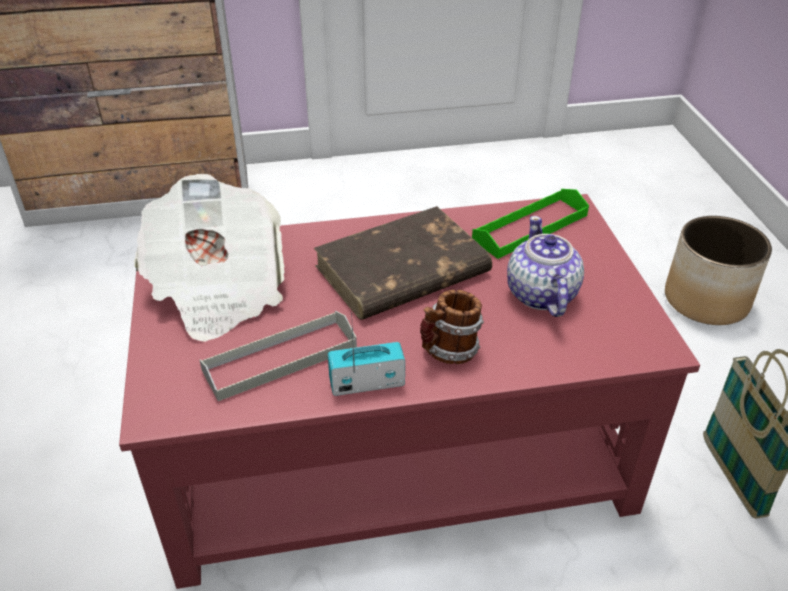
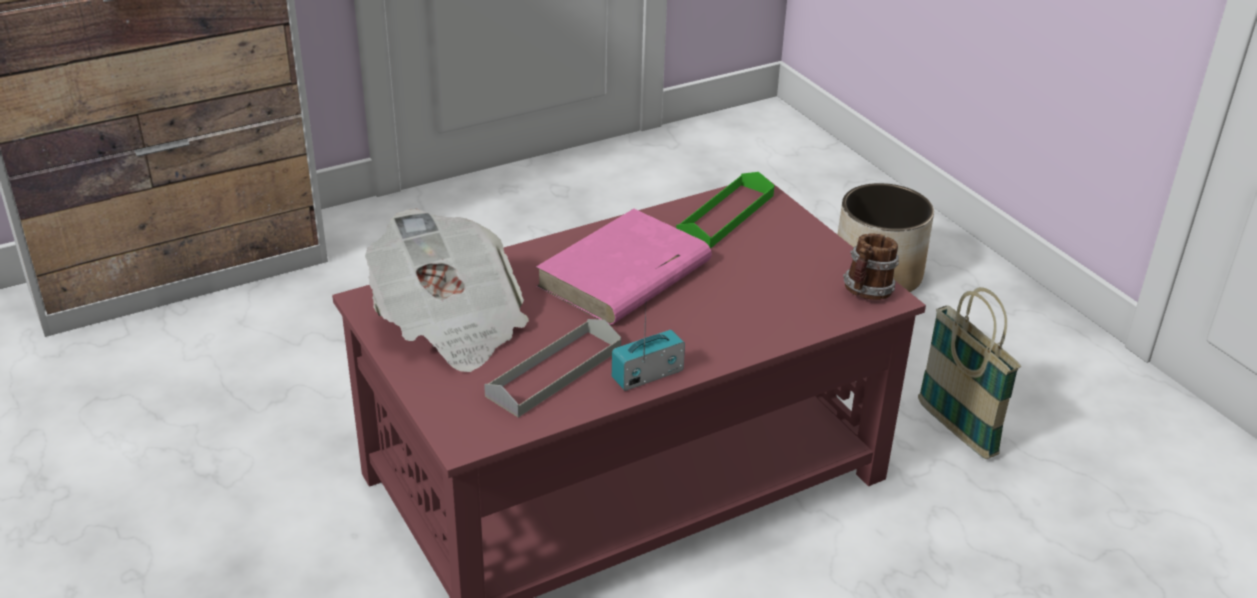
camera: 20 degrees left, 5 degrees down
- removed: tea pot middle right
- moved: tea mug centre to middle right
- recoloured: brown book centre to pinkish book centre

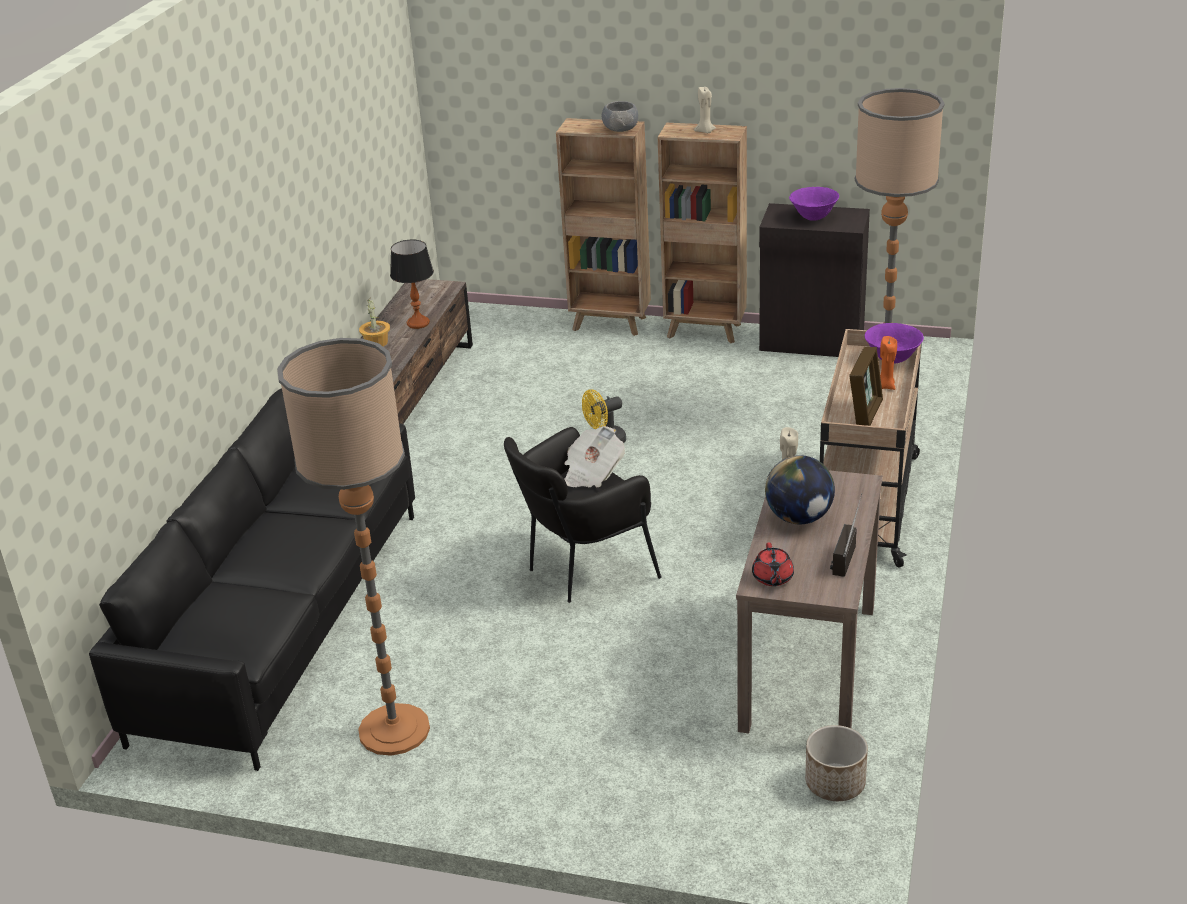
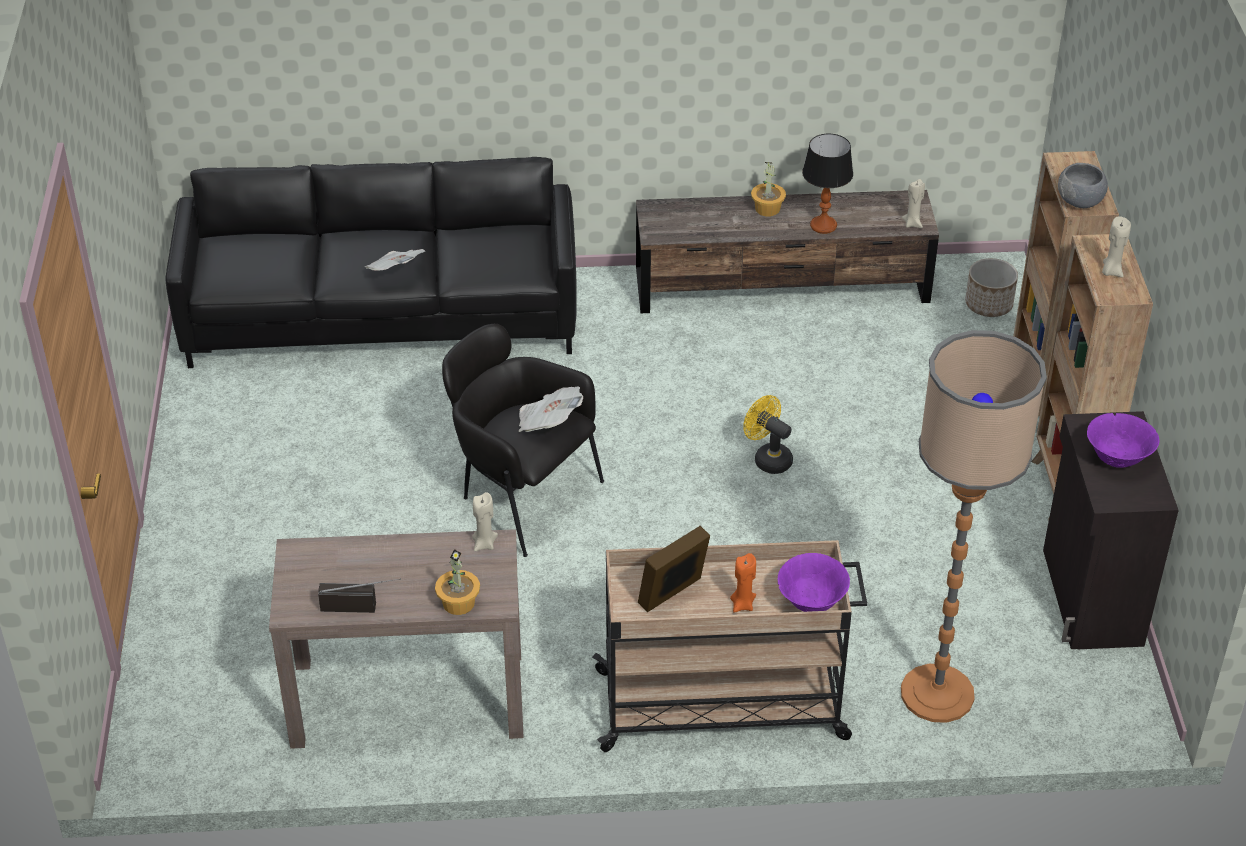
camera: 70 degrees right, 10 degrees up
- removed: floor lamp (1st from left) middle left
- removed: red-coloured tea pot centre
- removed: desk globe middle right
- added: printed paper (1st from left) top left
- added: plant in a pot (1st from left) bottom centre
- added: beige wax light (2nd from left) top right
- moved: plant pot bottom right to middle right
- turned: photo frame middle right = bottom centre 135 degrees clockwise

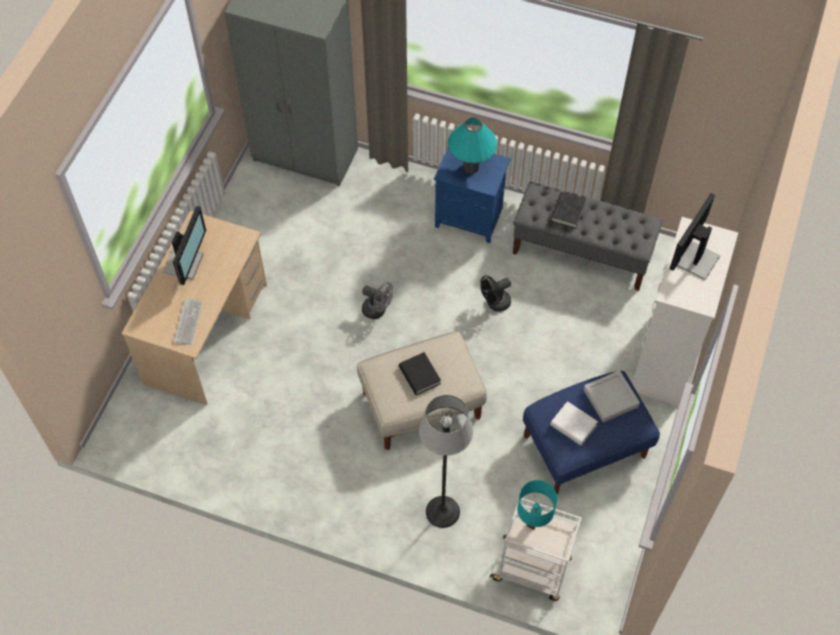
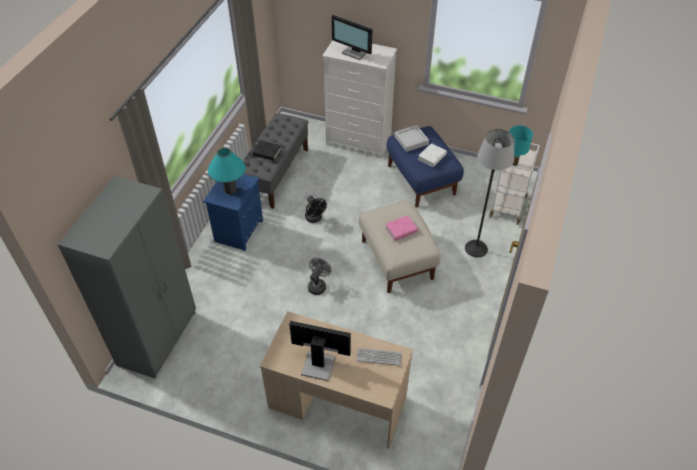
camera: 90 degrees left, 10 degrees down
- recoloured: black-coloured book (1st from left) centre to pinkish book centre

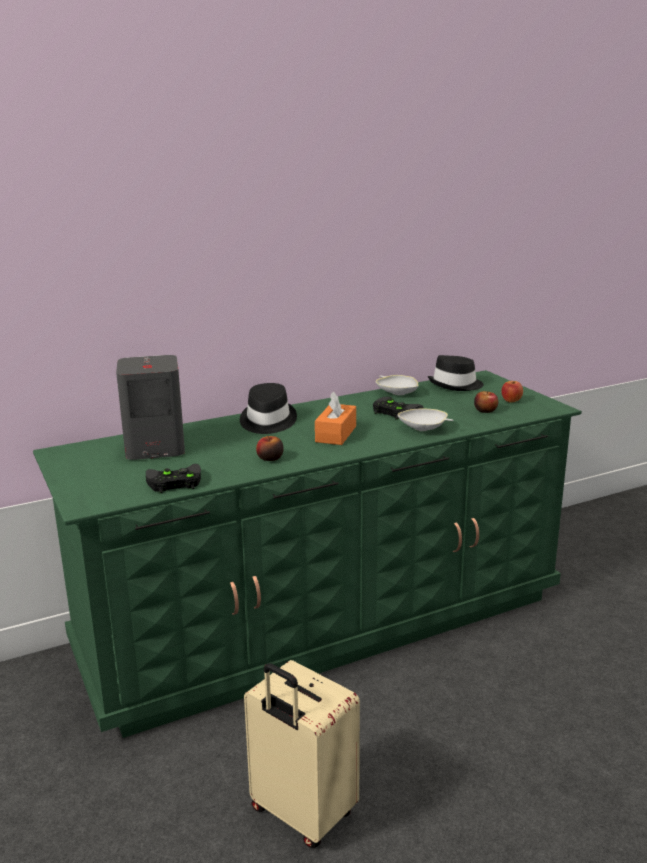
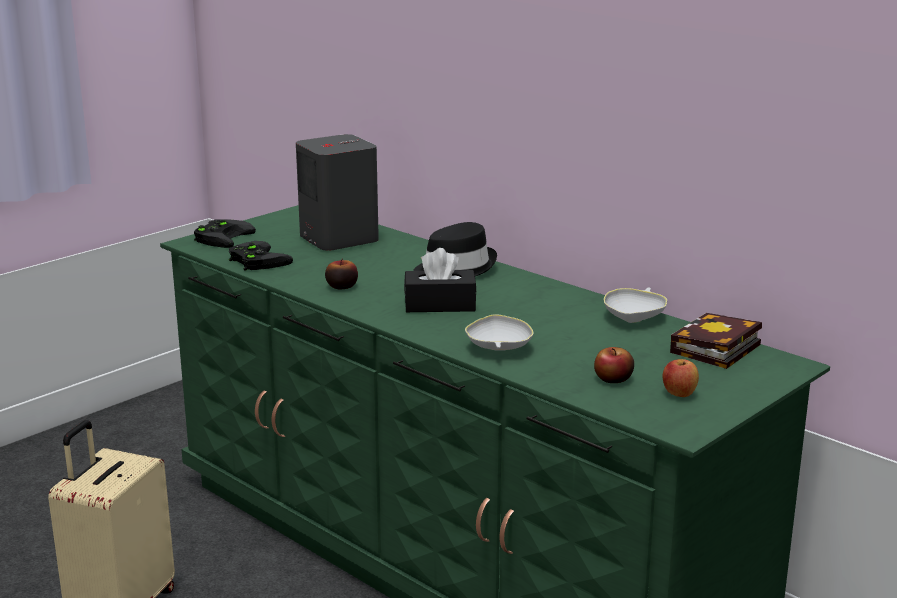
camera: 70 degrees right, 0 degrees up
- moved: black-coloured gamepad (2nd from left in the first image) centre to black-coloured gamepad (1st from left) middle left
- replaced: black-coloured hat (2nd from left) middle right to book middle right
- recoloured: orange-coloured box of tissues centre to black-coloured box of tissues centre

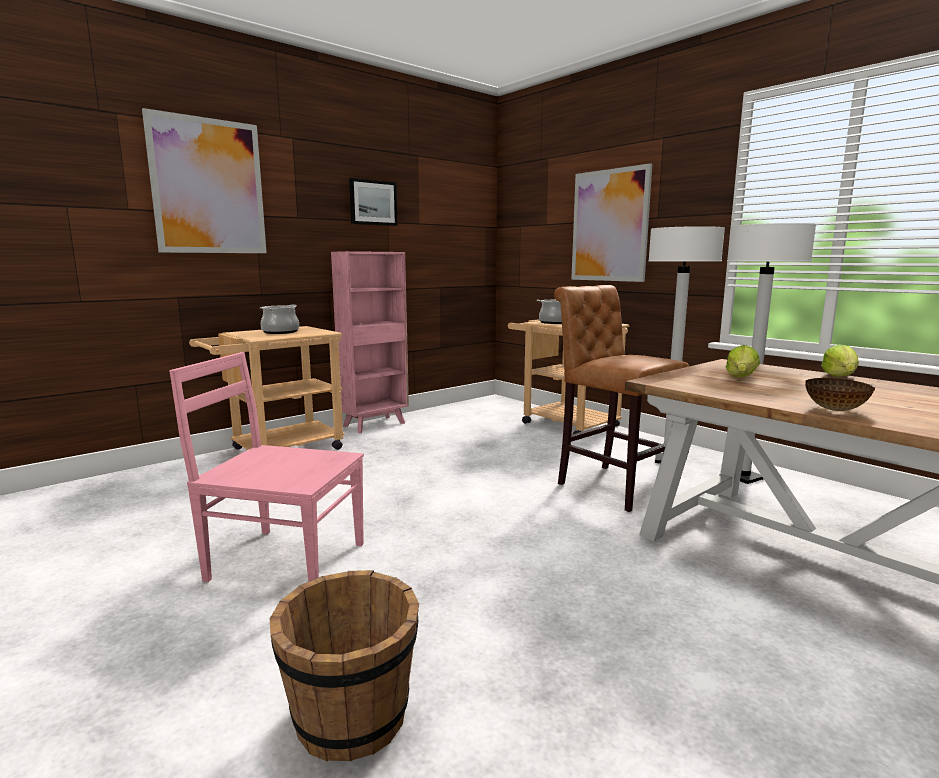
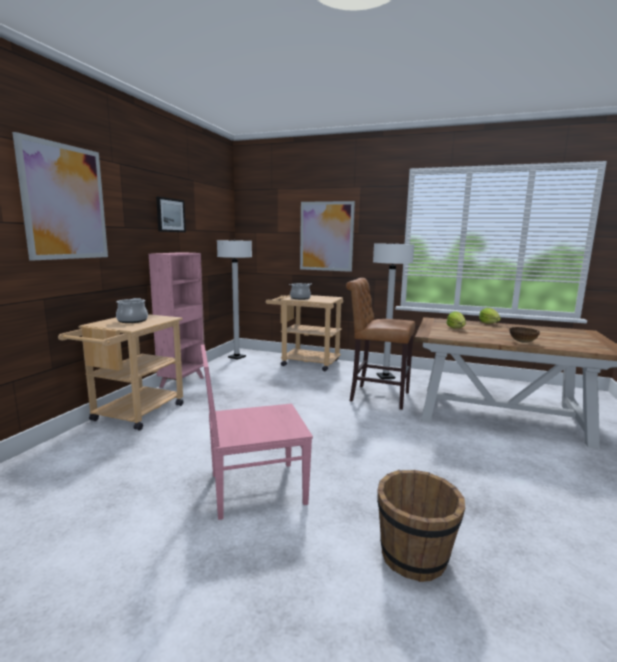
camera: 30 degrees left, 0 degrees up
- moved: white floor lamp (2nd from left in the first image) middle right to white floor lamp (1st from left) centre

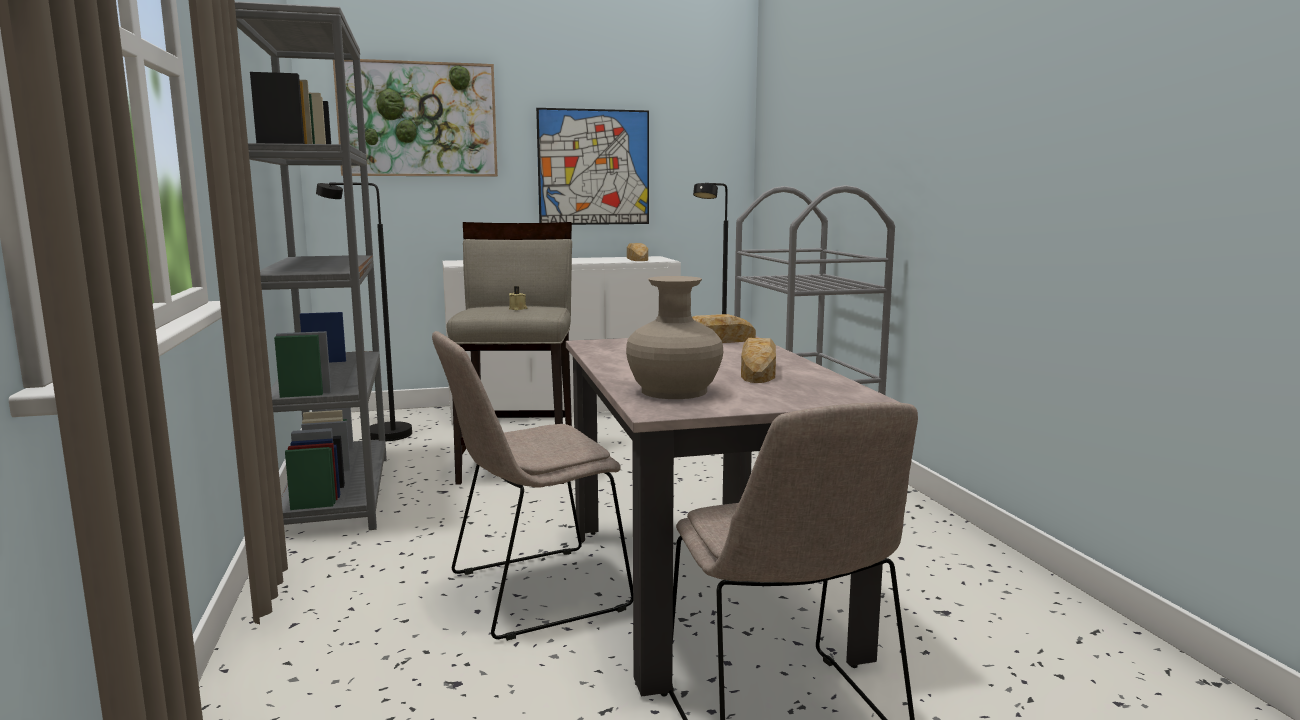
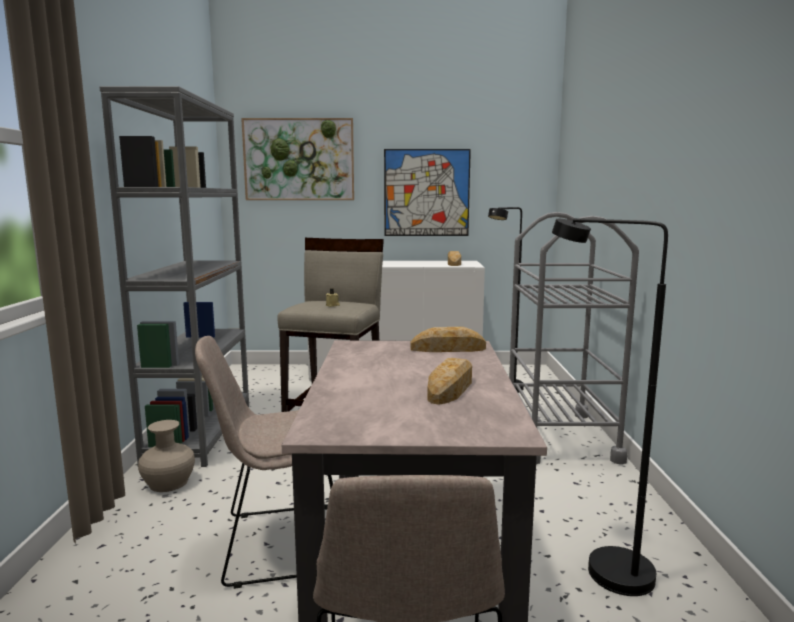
camera: 15 degrees right, 0 degrees up
- moved: black-coloured floor lamp (1st from left in the first image) middle left to black-coloured floor lamp (2nd from left) middle right
- moved: beige flower vase centre to bottom left

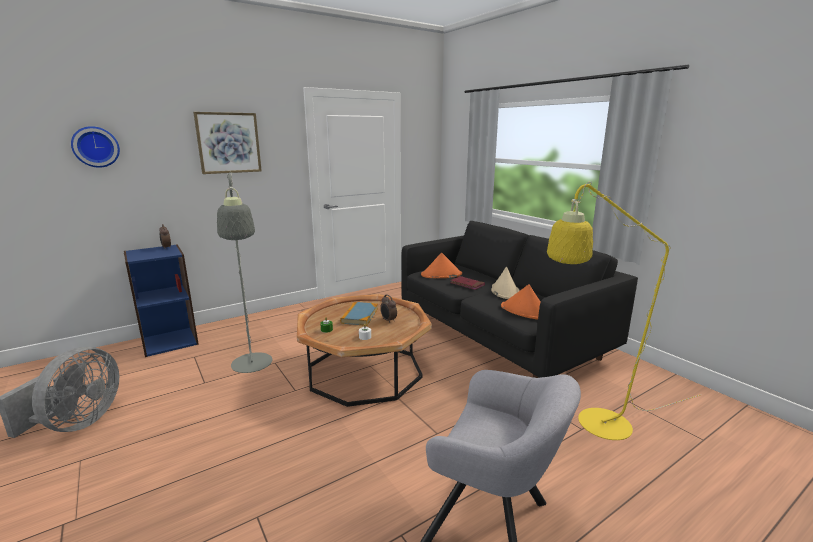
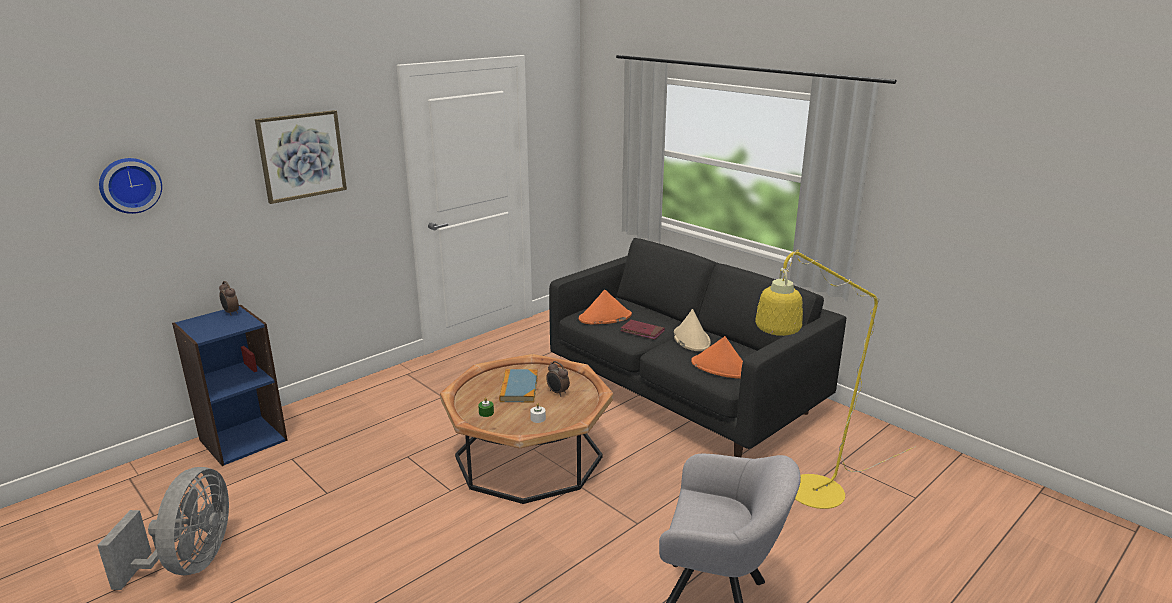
camera: 10 degrees left, 5 degrees up
- removed: gray floor lamp middle left

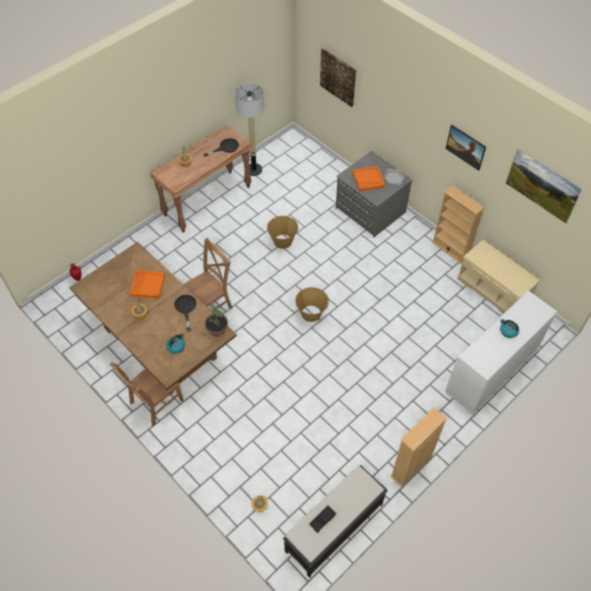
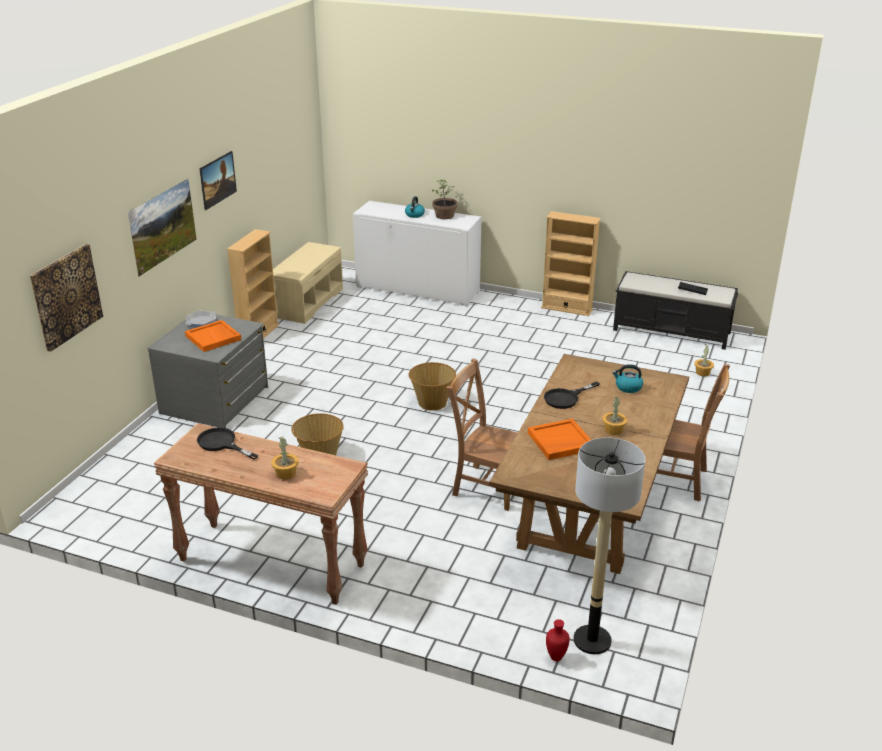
camera: 115 degrees left, 25 degrees down
- moved: plant in a pot (3rd from left in the first image) centre to plant in a pot (2nd from left) top centre
- moved: floor lamp top centre to bottom right
- moved: picture (3rd from left in the first image) top right to picture (2nd from left) top left

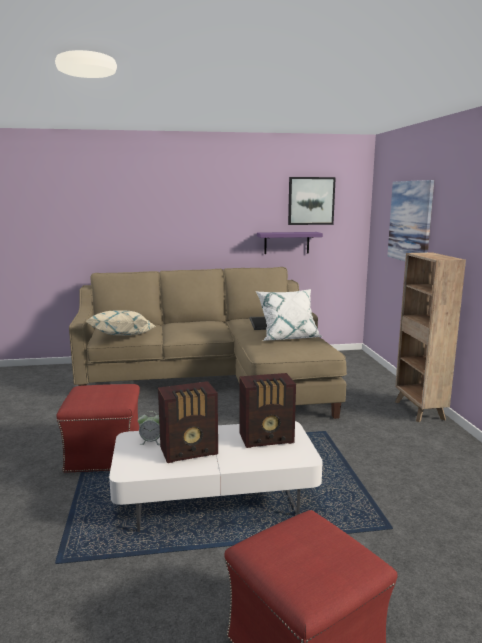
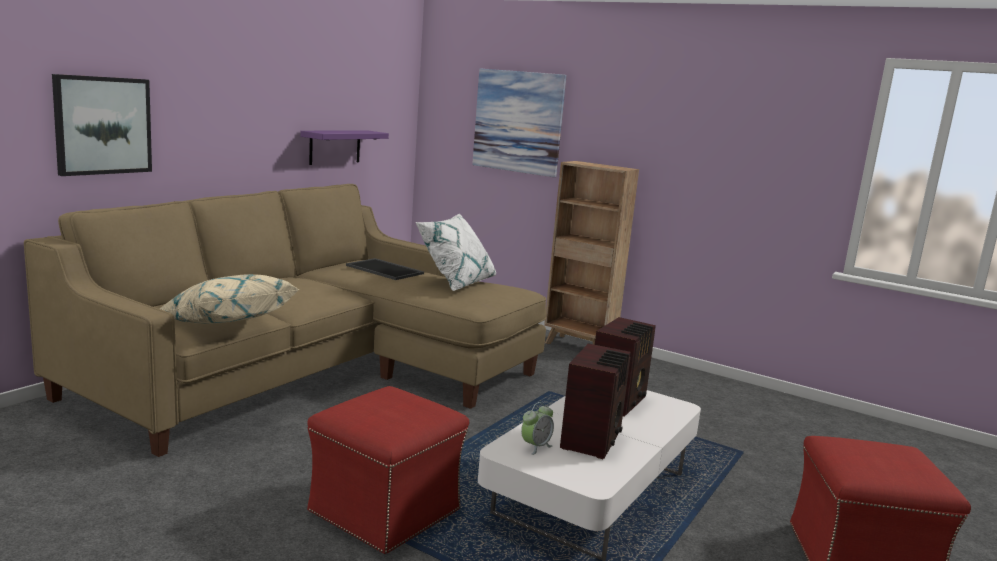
camera: 50 degrees left, 0 degrees up
- moved: picture (1st from left) top centre to top left

